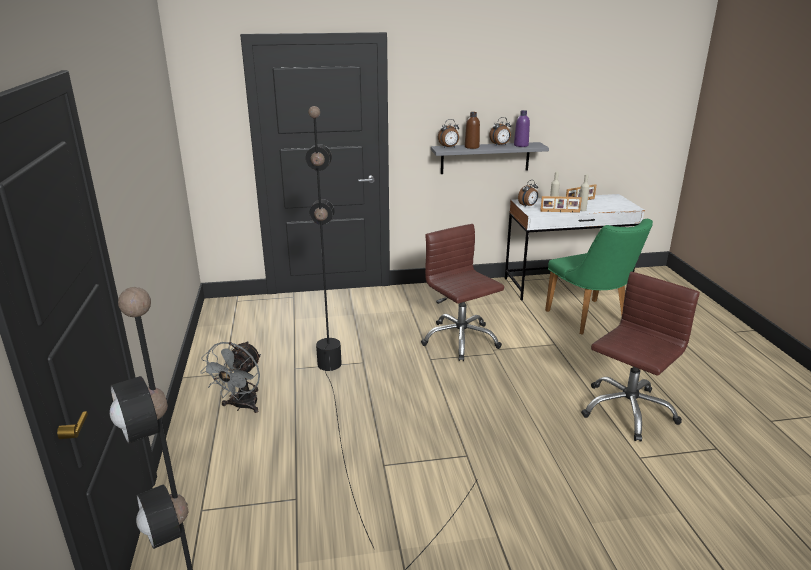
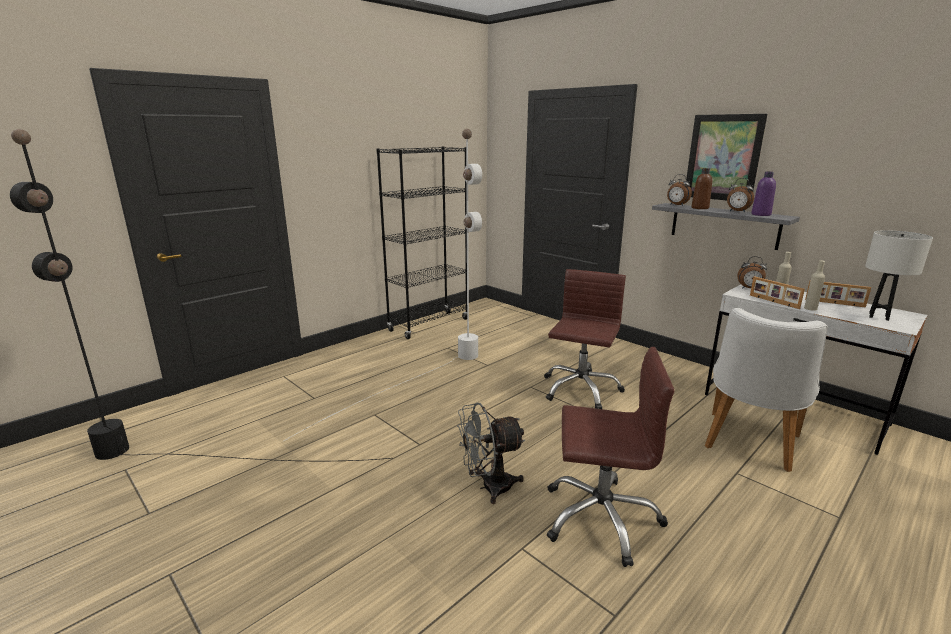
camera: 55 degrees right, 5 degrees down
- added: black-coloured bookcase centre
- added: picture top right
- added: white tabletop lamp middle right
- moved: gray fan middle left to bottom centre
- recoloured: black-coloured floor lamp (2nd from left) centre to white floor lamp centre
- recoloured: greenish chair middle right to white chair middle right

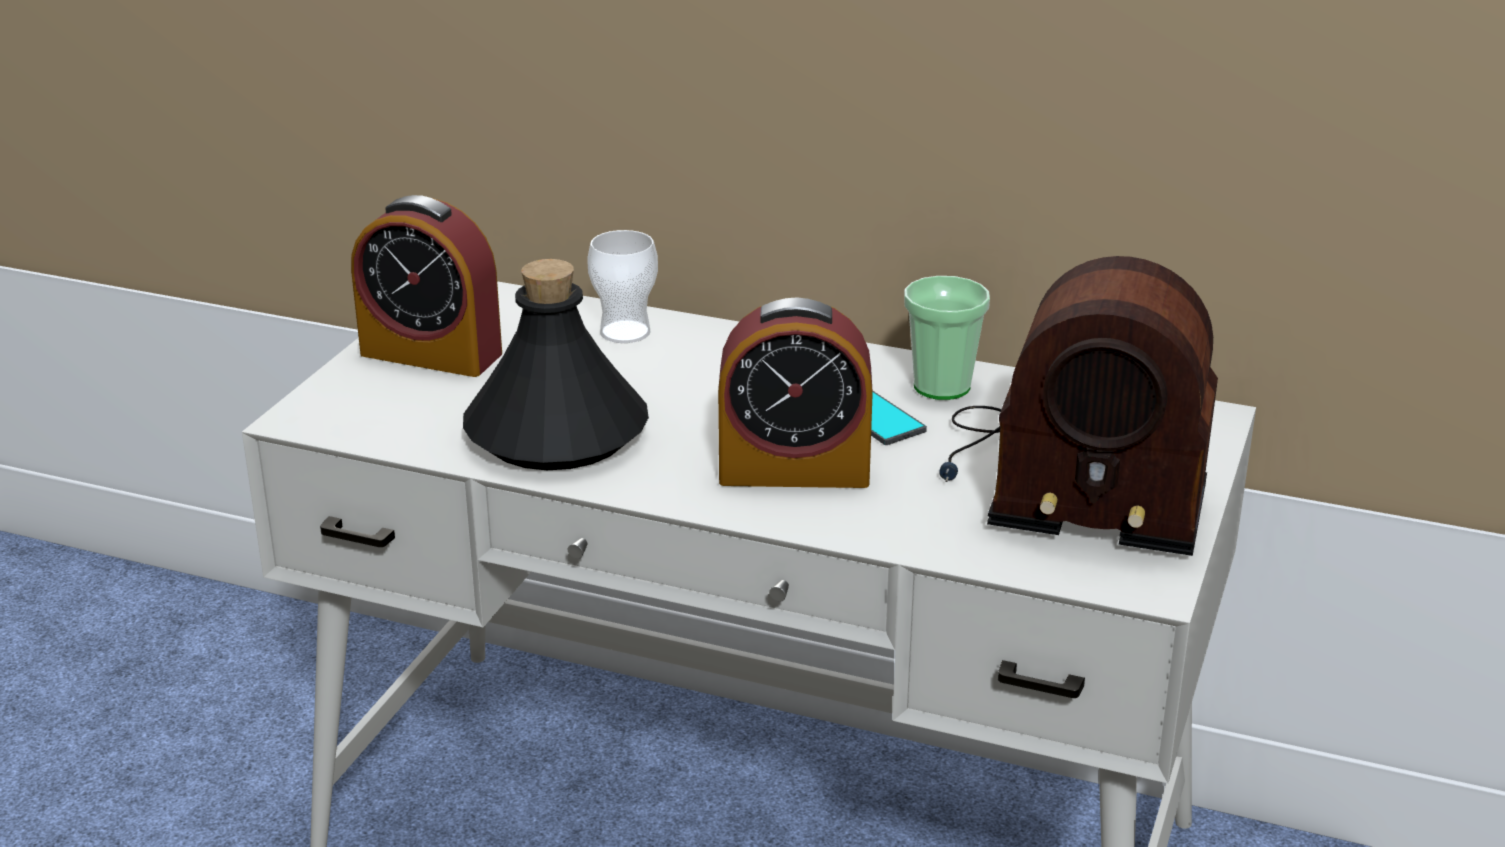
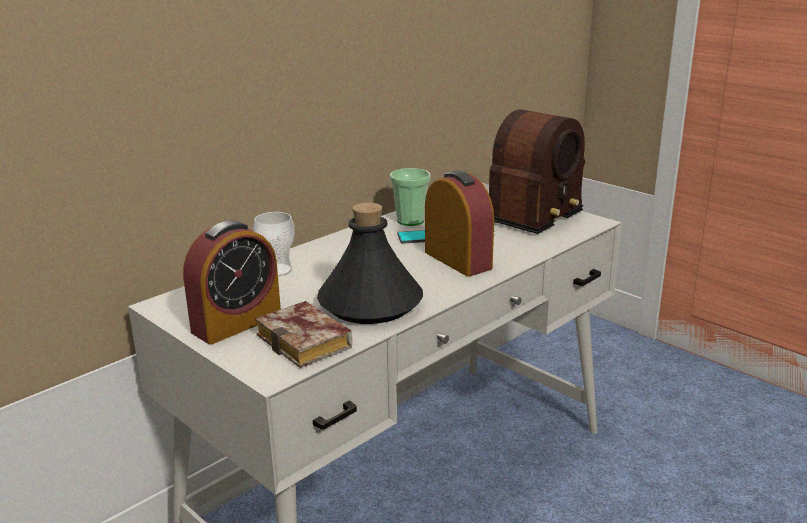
camera: 65 degrees left, 5 degrees down
- added: book centre
- turned: alarm clock (2nd from left) centre = centre 60 degrees counterclockwise

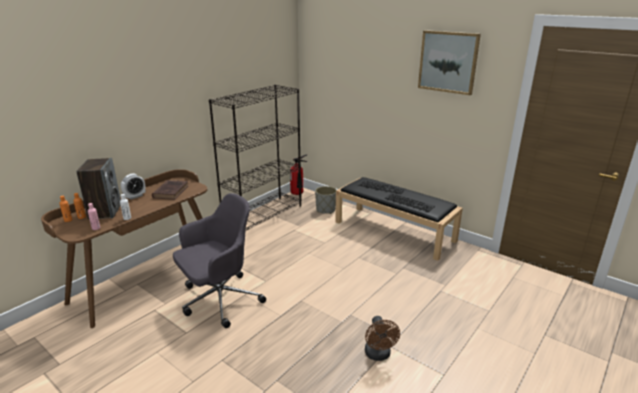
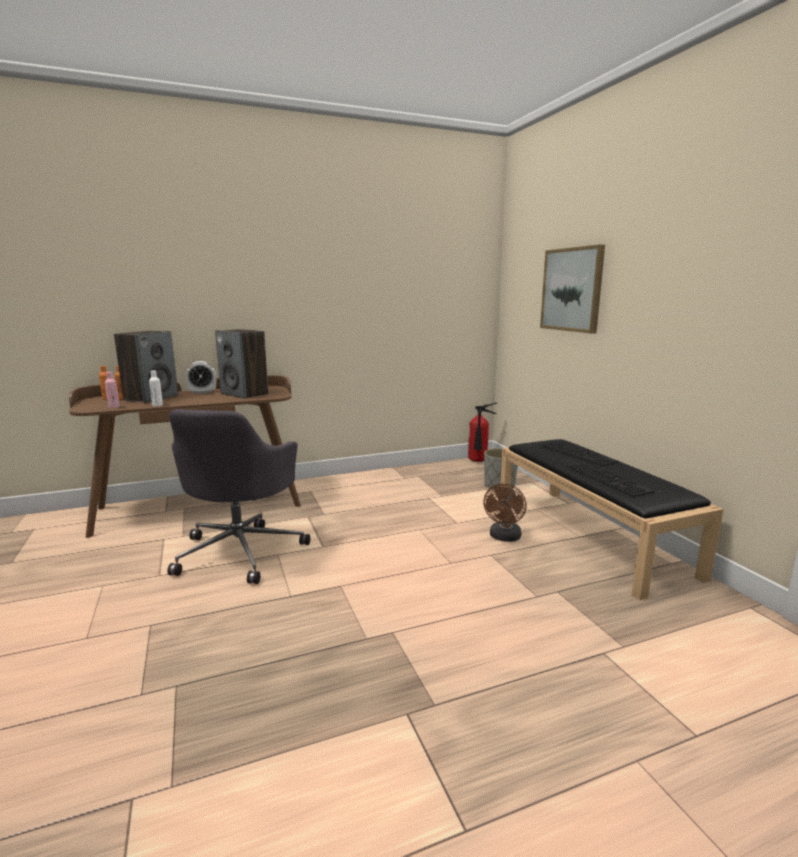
camera: 30 degrees right, 10 degrees down
- removed: black-coloured bookcase centre
- moved: brown fan bottom centre to centre
- moved: picture top right to middle right
- replaced: brown book middle left to loudspeaker (2nd from left) middle left
- turned: gray computer chair centre = middle left 105 degrees clockwise

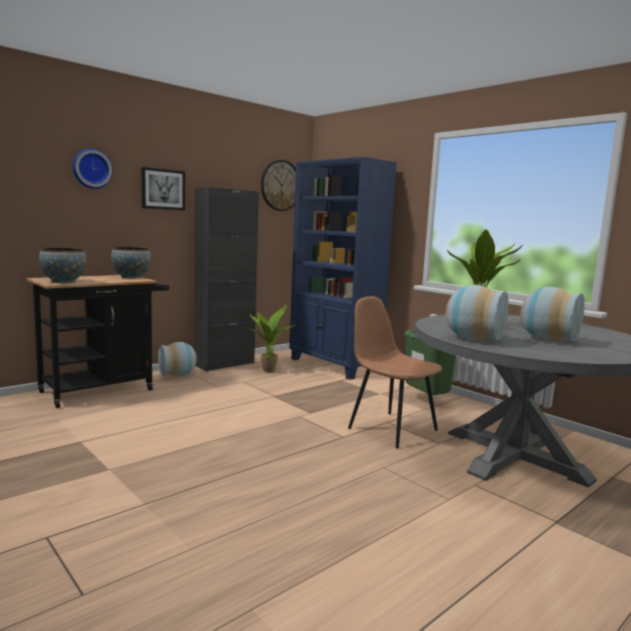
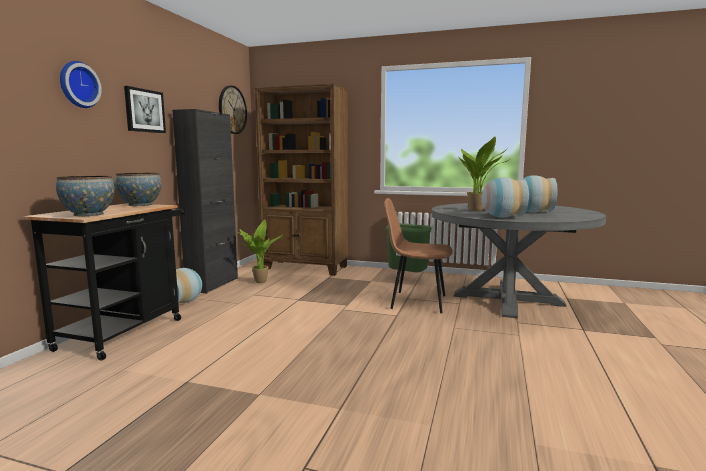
camera: 30 degrees left, 0 degrees up
- recoloured: bluish bookcase centre to brown bookcase centre

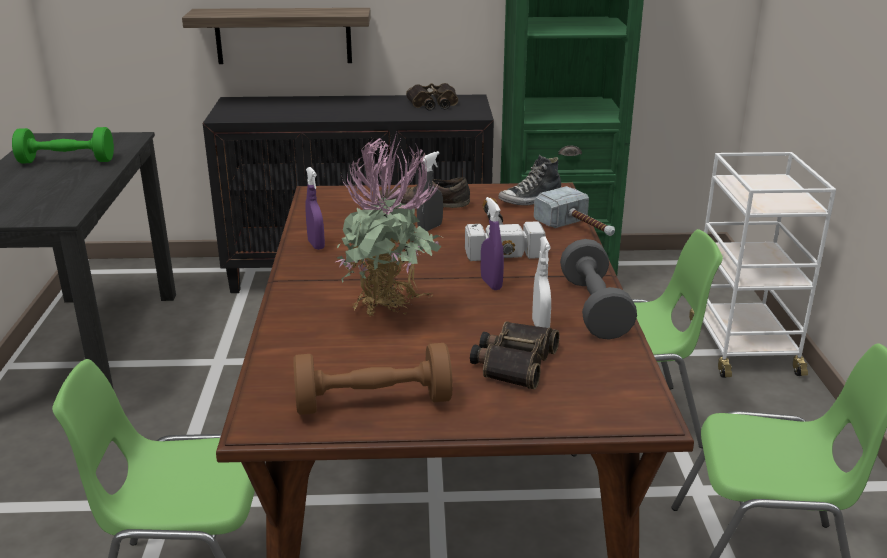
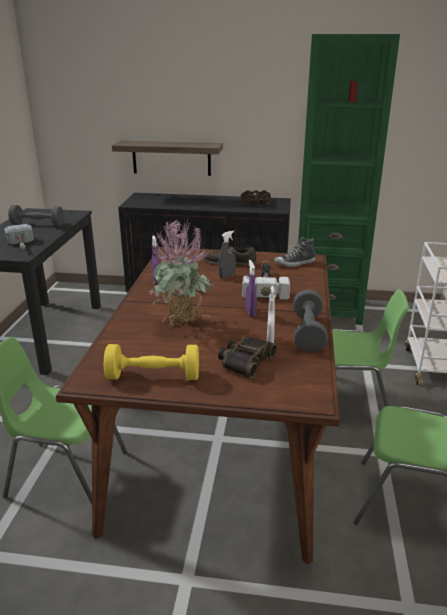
camera: 10 degrees right, 0 degrees up
- moved: tool hammer (2nd from left in the first image) centre to tool hammer (1st from left) middle left
- recoloured: greenish free weight top left to gray free weight (1st from left) middle left
- recoloured: brown free weight bottom centre to yellow-coloured free weight centre

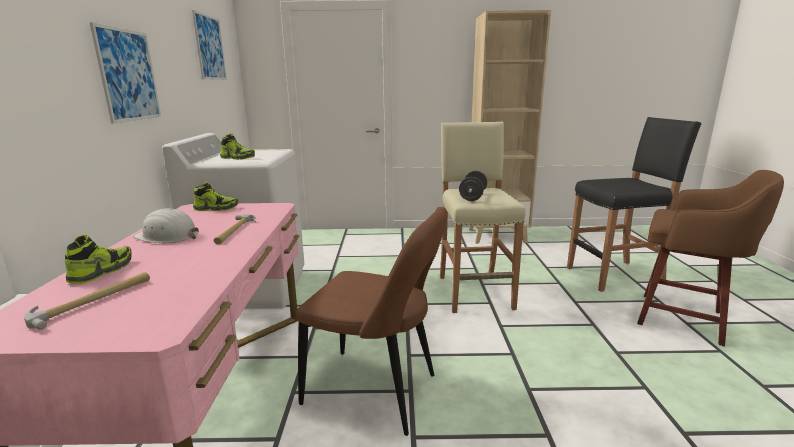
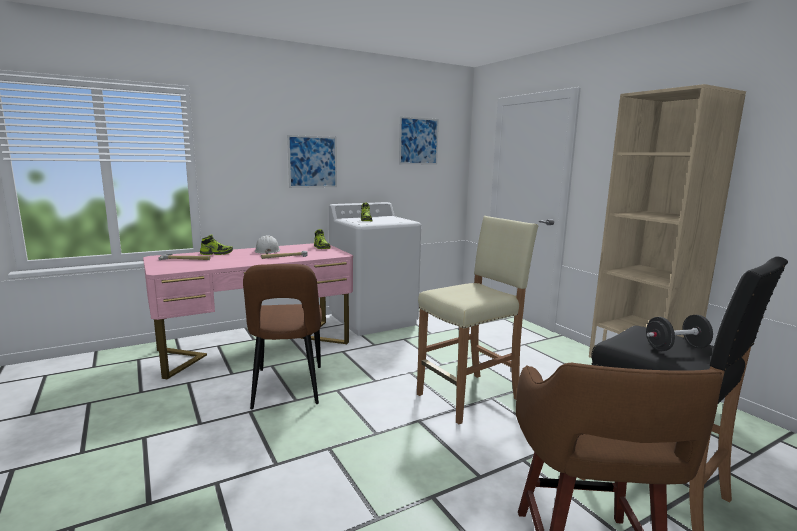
camera: 60 degrees right, 5 degrees down
- moved: black-coloured free weight centre to middle right

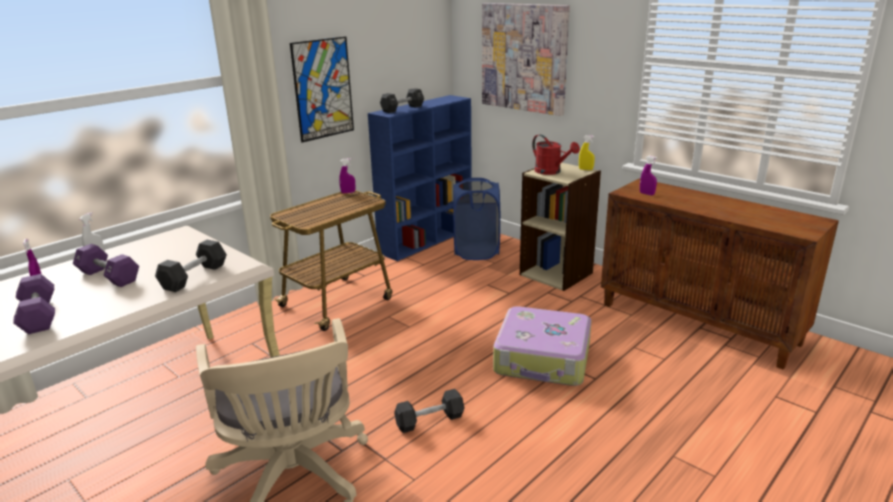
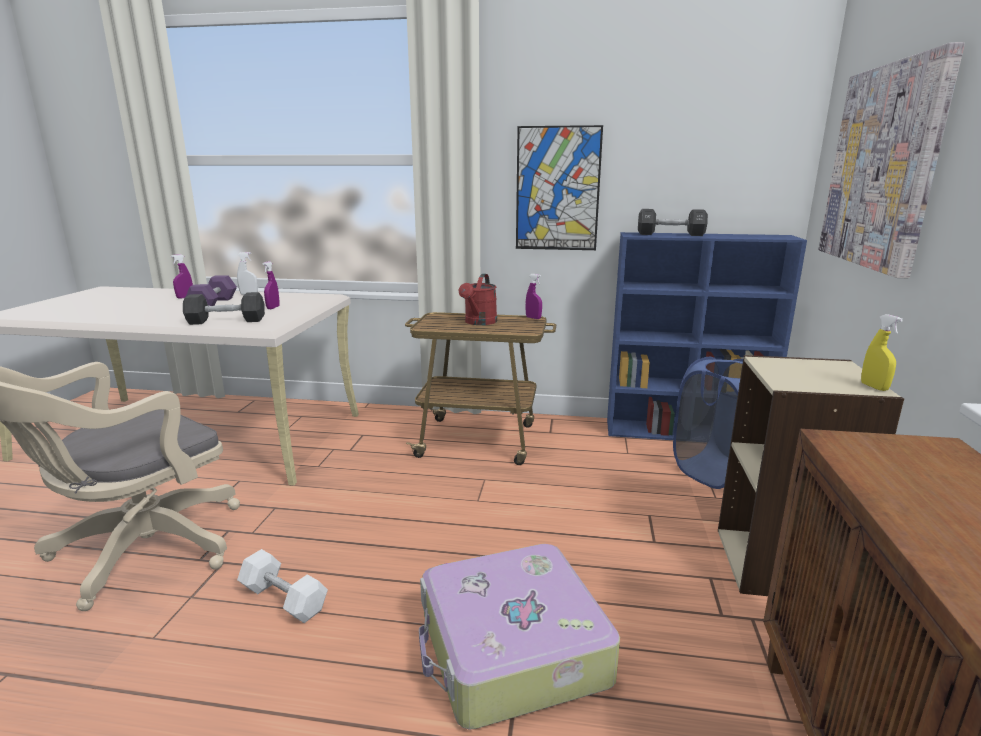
camera: 55 degrees right, 5 degrees down
- removed: purple free weight (1st from left) middle left
- moved: red-coloured sprinkling can top centre to centre
- moved: purple hand sprayer (3rd from left in the first image) middle right to purple hand sprayer (2nd from left) middle left
- recoloured: black-coloured free weight (3rd from left) bottom centre to white free weight bottom left

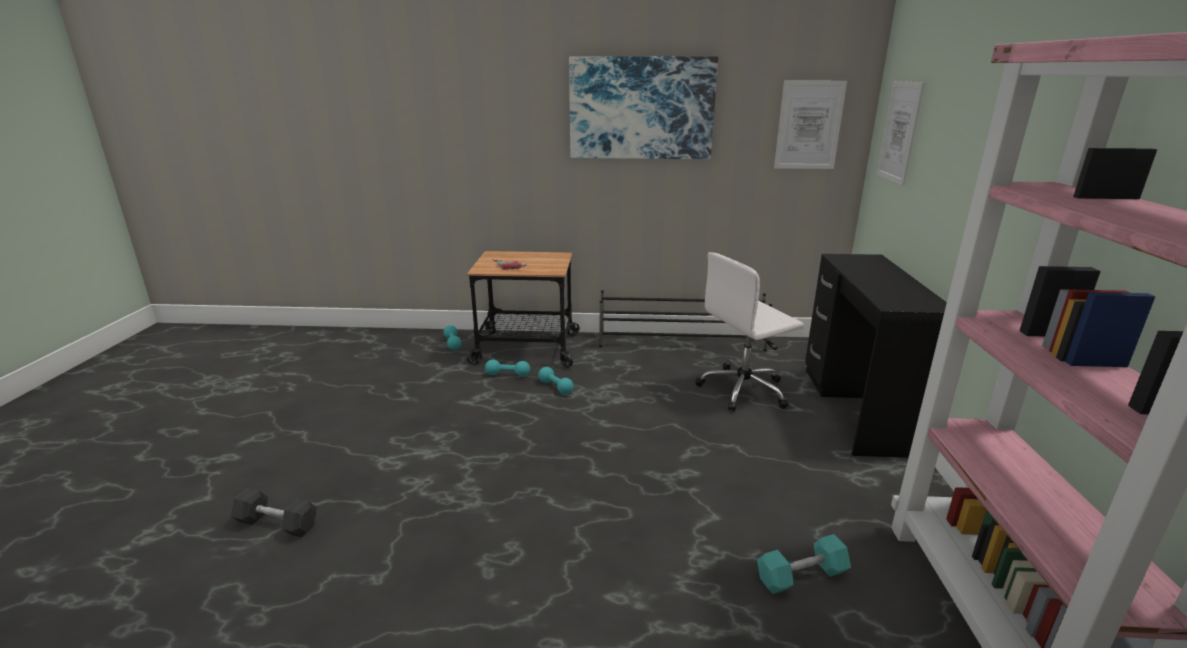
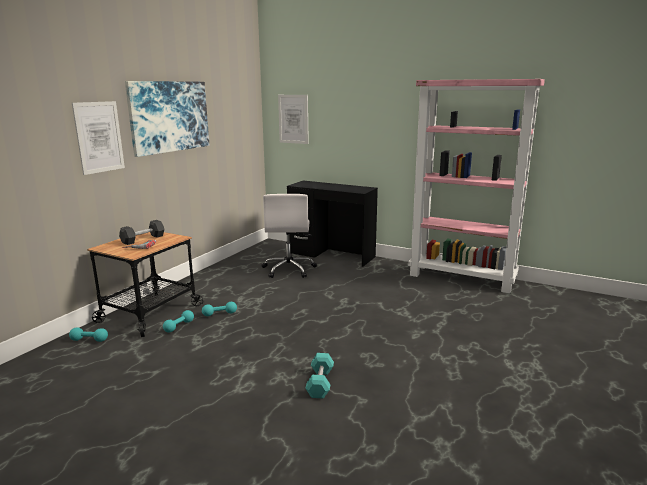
camera: 65 degrees left, 5 degrees down
- removed: black-coloured shoe shelf centre
- moved: gray free weight bottom left to middle left
- moved: blue-green free weight (4th from left) bottom right to bottom centre
- moved: picture (2nd from left in the first image) top right to picture (1st from left) top left

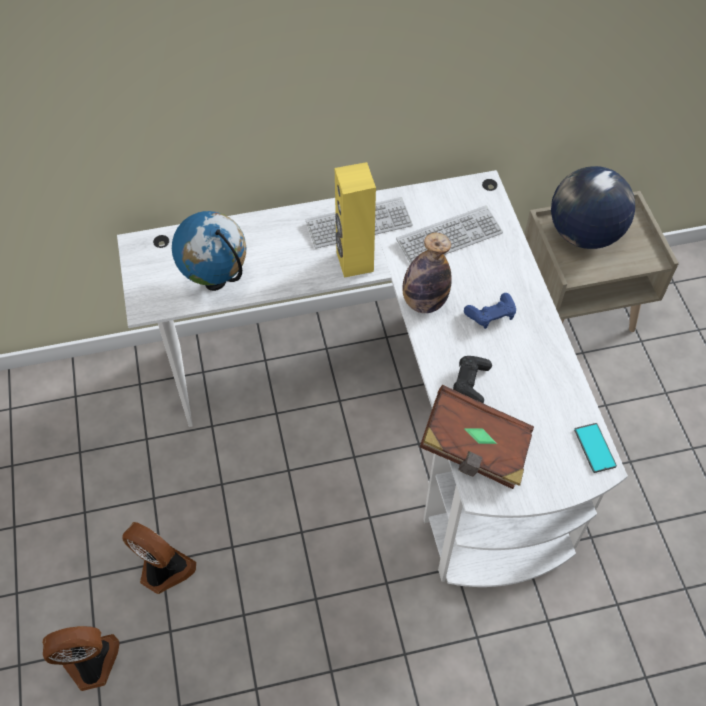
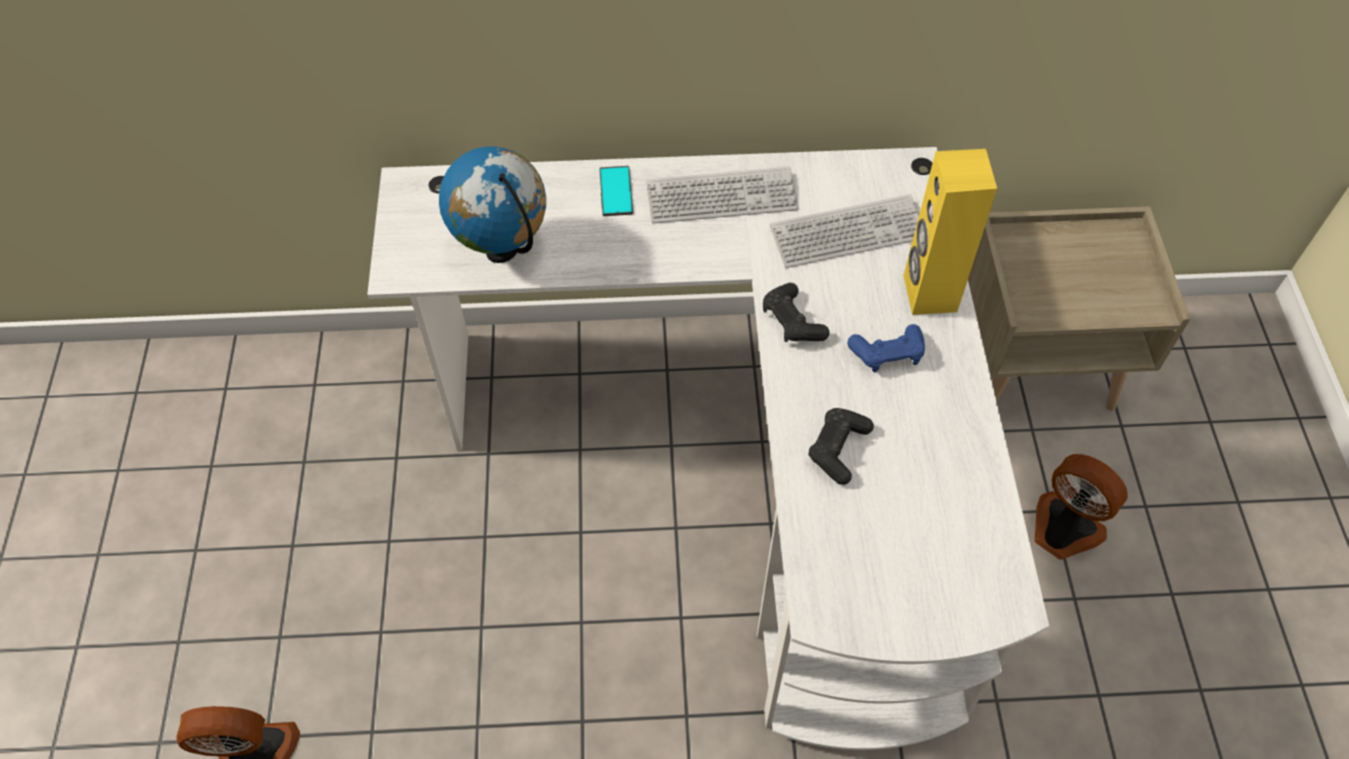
camera: 10 degrees right, 0 degrees up
- removed: brown book middle right
- removed: desk globe (2nd from left) top right
- moved: fan (2nd from left) bottom left to bottom right
- moved: yellow-coloured loudspeaker top centre to top right
- moved: telephone middle right to top centre
- replaced: beverage bottle centre to black-coloured gamepad (1st from left) centre

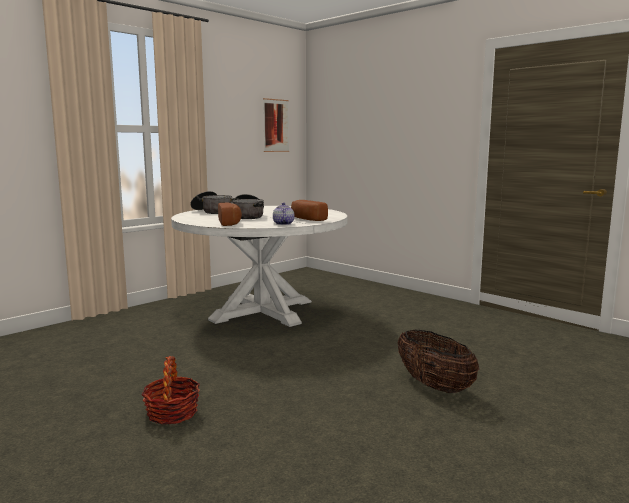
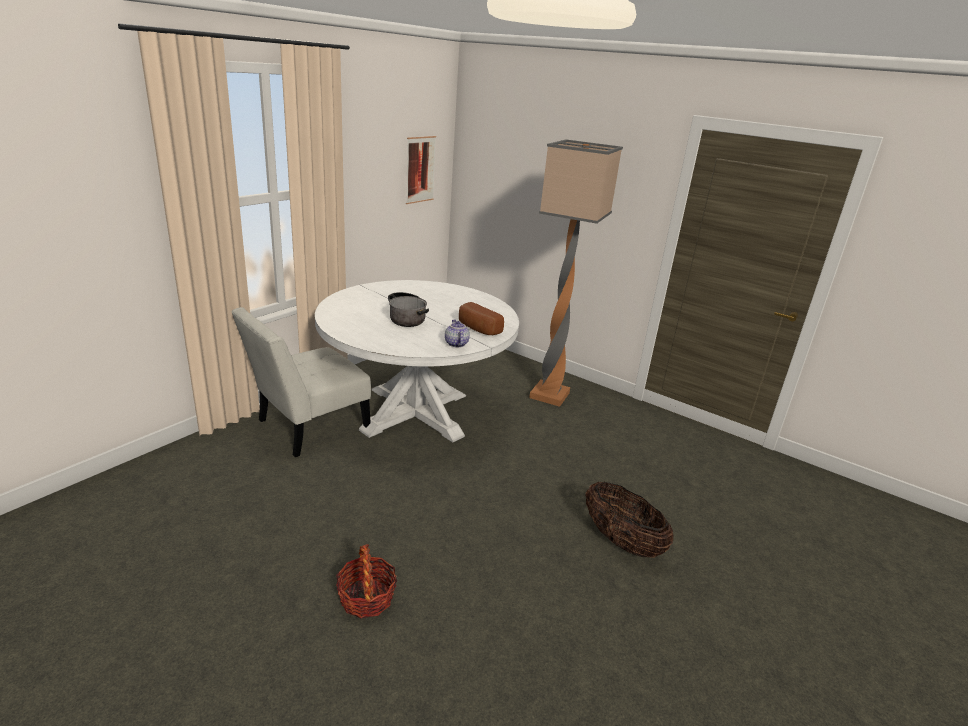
camera: 10 degrees left, 15 degrees up
- removed: cooking pot (1st from left) centre
- removed: baked bread (1st from left) centre
- added: white chair middle left
- added: floor lamp centre

